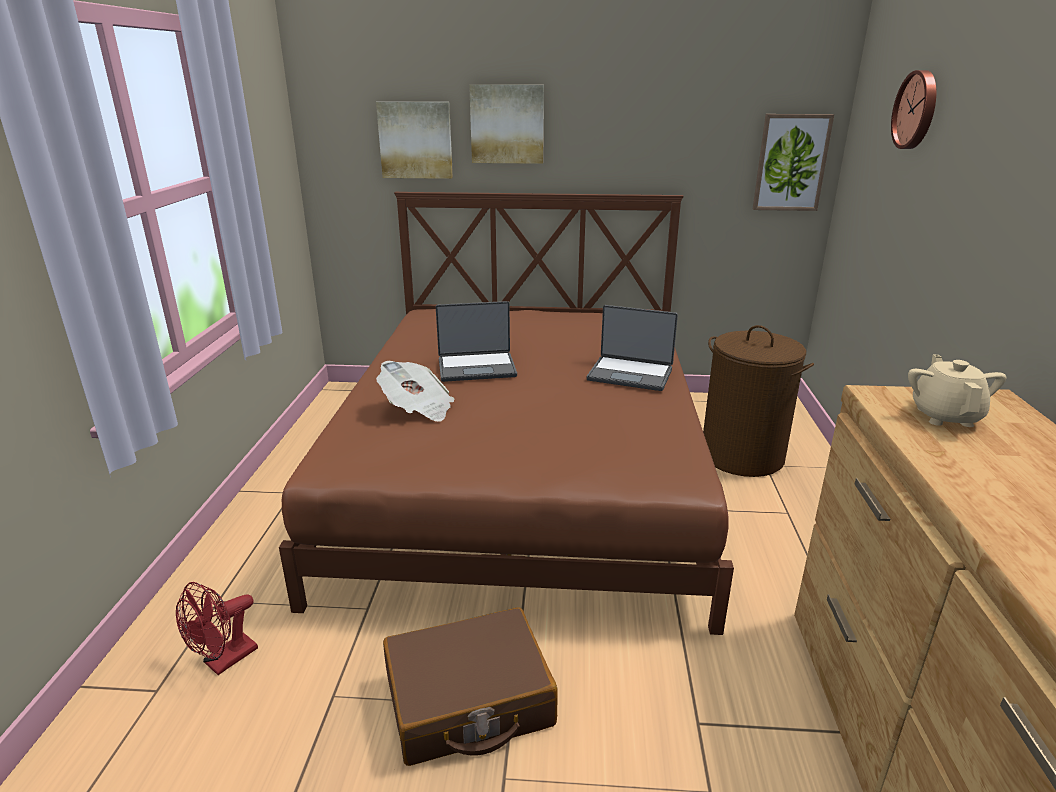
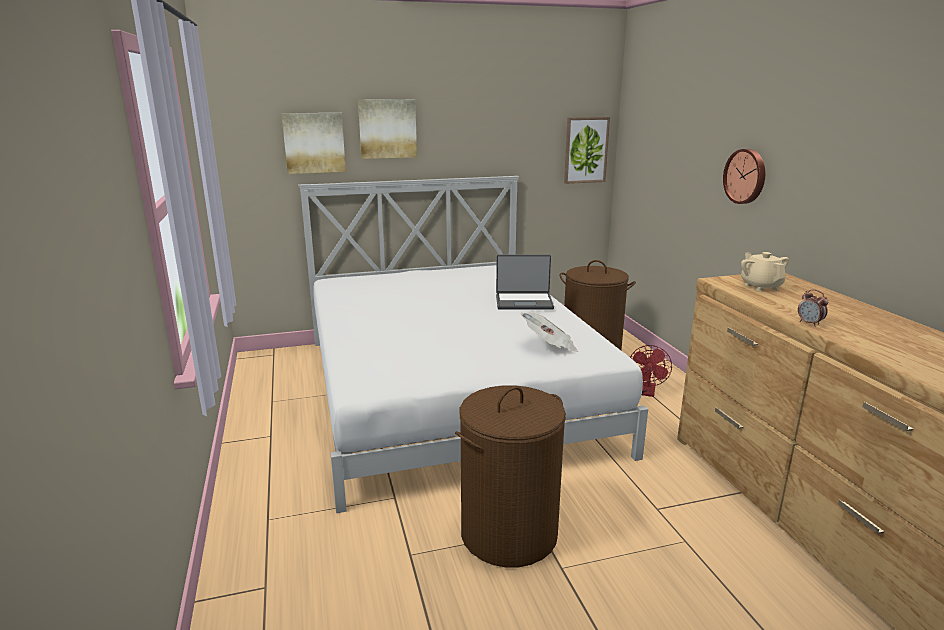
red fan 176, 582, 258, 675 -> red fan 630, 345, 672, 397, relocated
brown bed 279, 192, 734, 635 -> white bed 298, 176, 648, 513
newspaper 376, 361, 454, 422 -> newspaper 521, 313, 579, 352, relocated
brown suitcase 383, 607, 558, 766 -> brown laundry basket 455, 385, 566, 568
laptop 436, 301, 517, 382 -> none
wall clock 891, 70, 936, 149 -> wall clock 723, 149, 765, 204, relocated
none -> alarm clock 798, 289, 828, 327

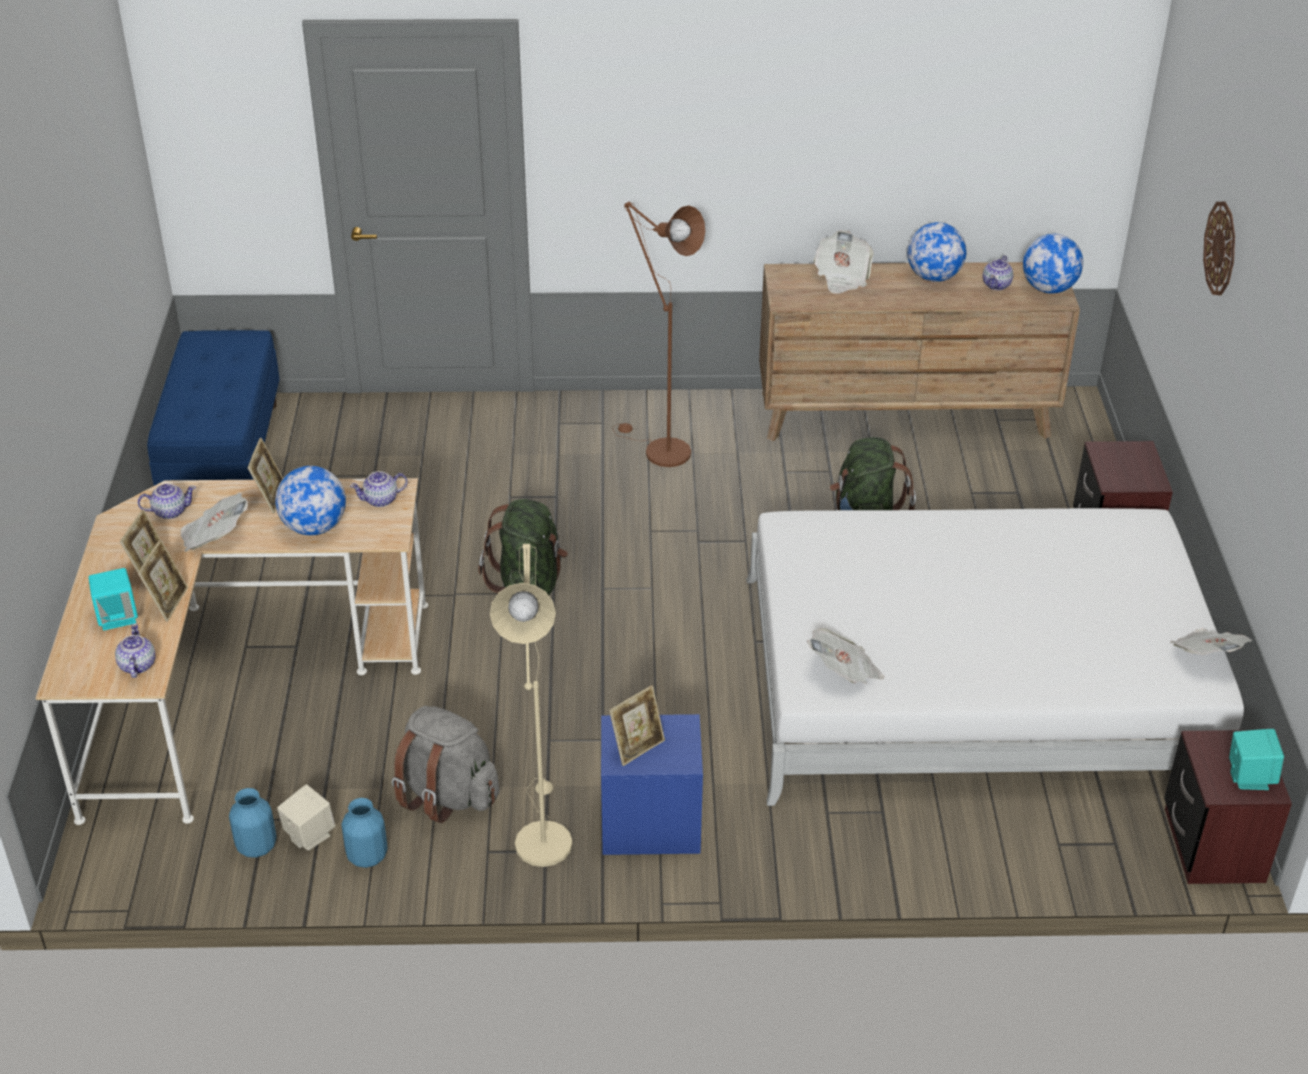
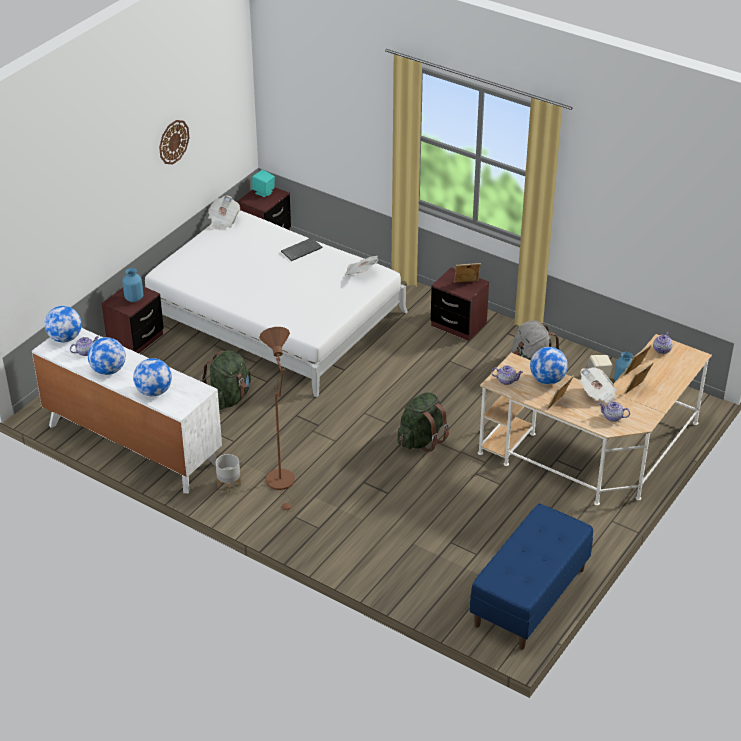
turquoise speaker 89, 568, 138, 630 -> none
blue vase 342, 798, 388, 868 -> blue vase 122, 268, 143, 302, relocated
beige floor lamp 490, 544, 572, 867 -> none
blue nightstand 601, 714, 703, 855 -> brown nightstand 431, 267, 489, 341
brown dresser 759, 262, 1080, 441 -> white dresser 32, 328, 222, 493
newspaper 813, 230, 874, 294 -> globe 133, 358, 172, 396
wall clock 1203, 202, 1235, 295 -> wall clock 159, 120, 189, 164, relocated
none -> grey planter 216, 454, 241, 494
none -> keyboard 281, 238, 323, 261

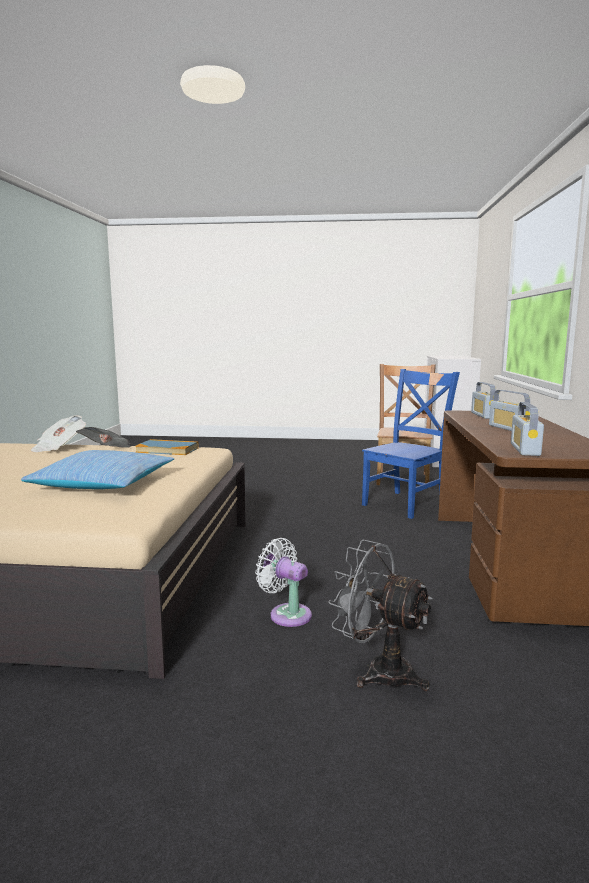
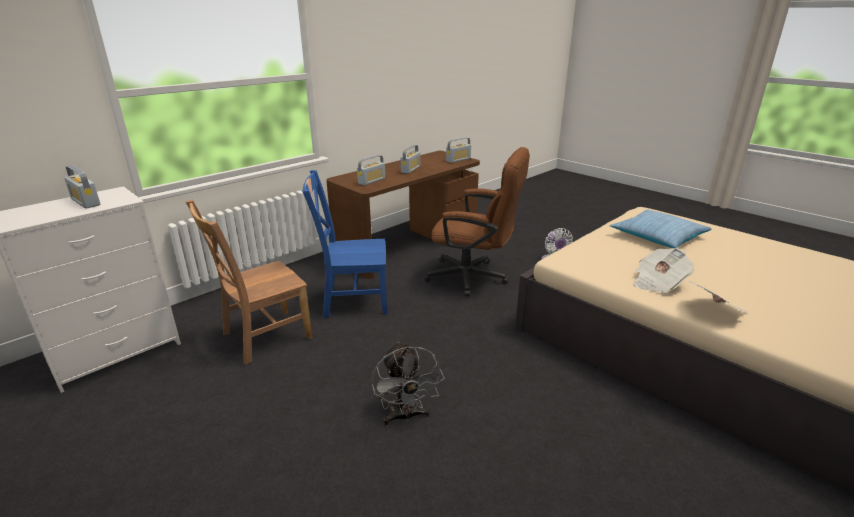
book 135, 439, 199, 455 -> none
grey fan 328, 539, 433, 691 -> grey fan 371, 342, 445, 425, relocated
none -> radio 64, 165, 100, 209
none -> brown office chair 424, 147, 530, 296

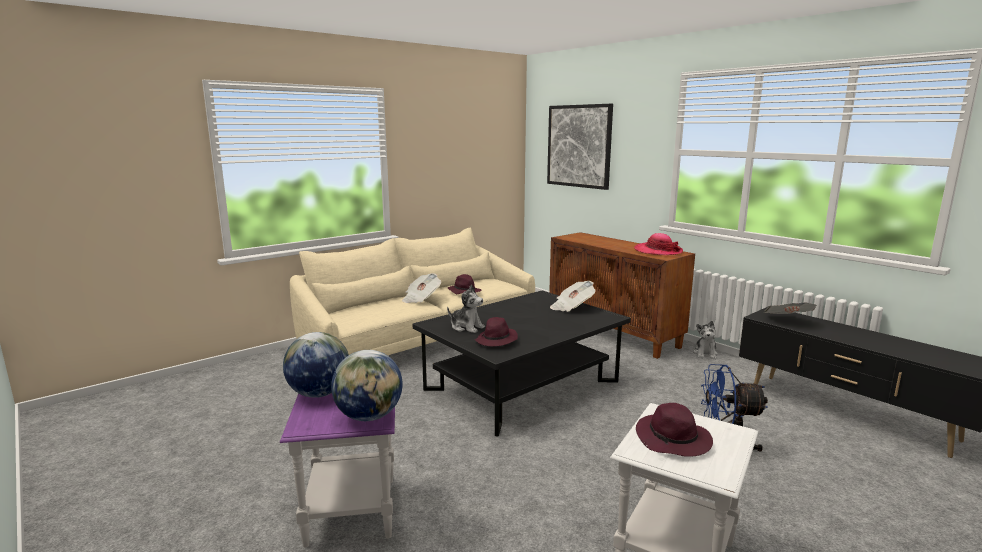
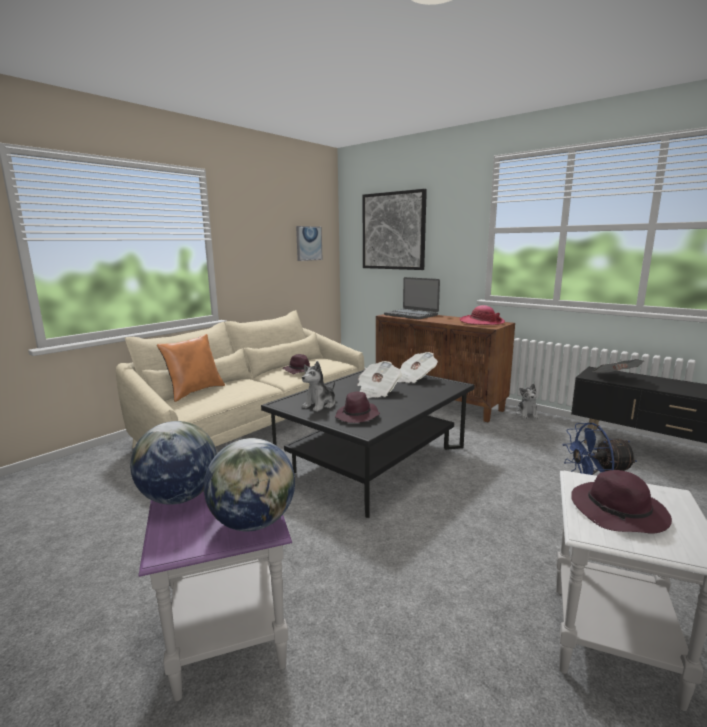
newspaper 402, 273, 441, 303 -> newspaper 357, 361, 402, 398, relocated
plush toy 447, 284, 485, 333 -> plush toy 301, 361, 335, 412, 105 degrees clockwise
none -> orange pillow 157, 334, 225, 402
none -> picture 296, 226, 323, 261
none -> laptop 384, 277, 440, 319

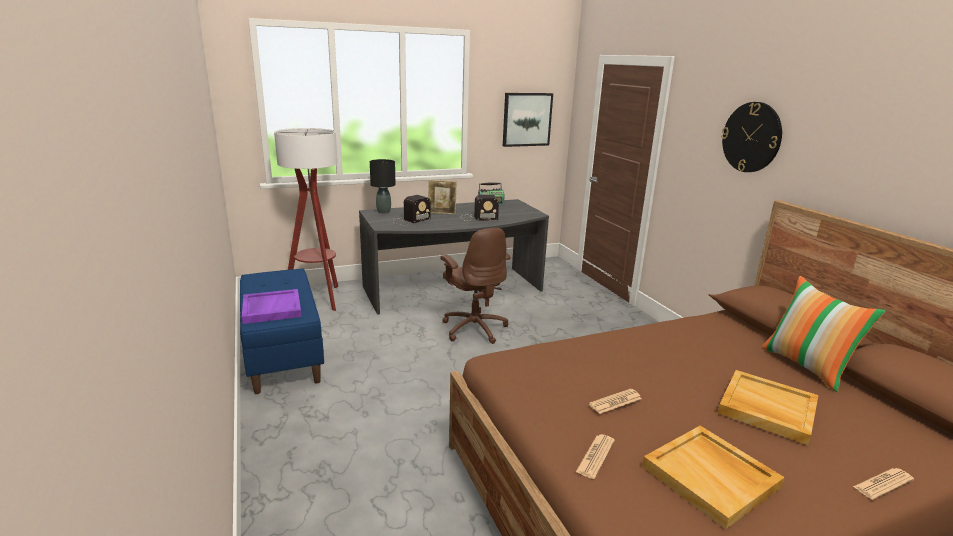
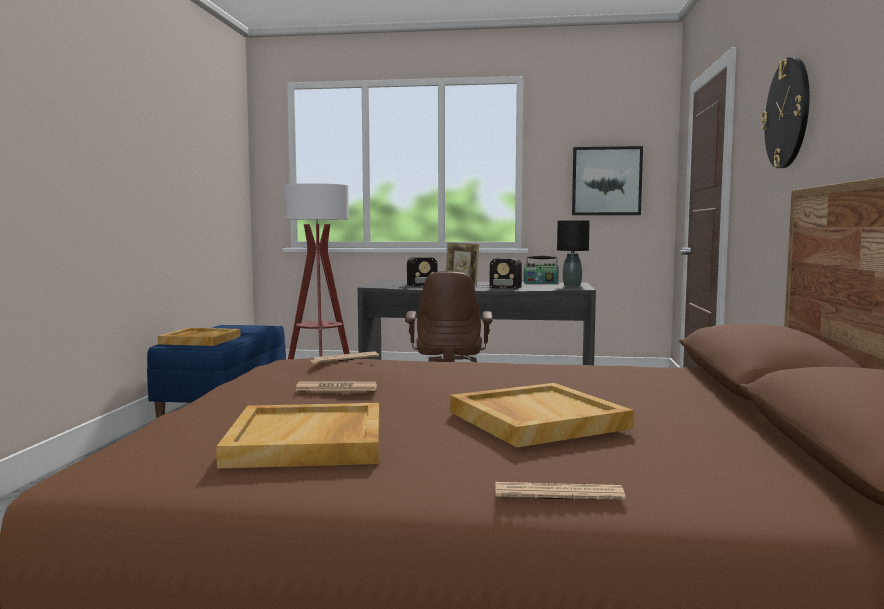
purple tray 242, 289, 302, 324 -> beige tray 158, 328, 241, 346
black table lamp 370, 159, 396, 214 -> black table lamp 557, 220, 590, 287, relocated
newspaper 576, 434, 615, 479 -> newspaper 310, 351, 379, 364, relocated
pillow 762, 276, 885, 392 -> none

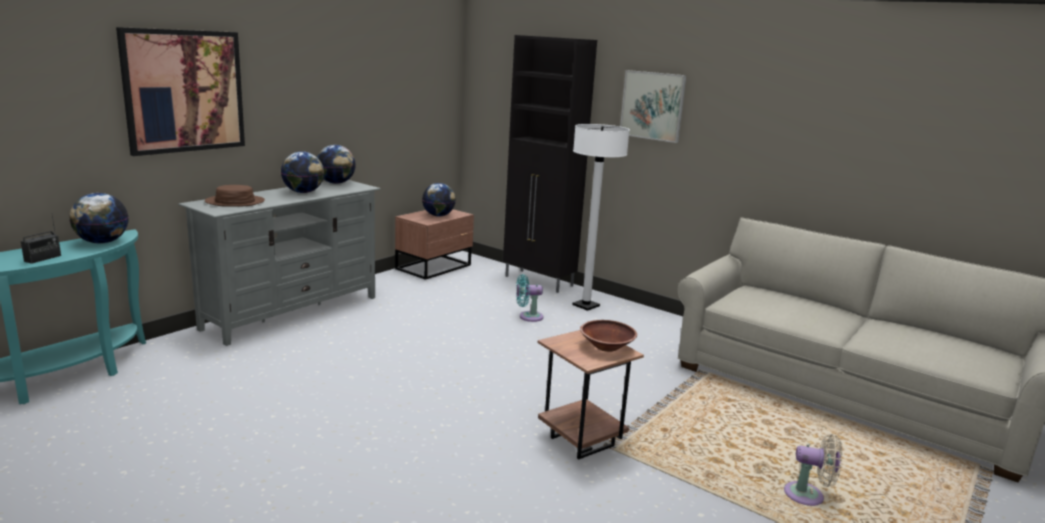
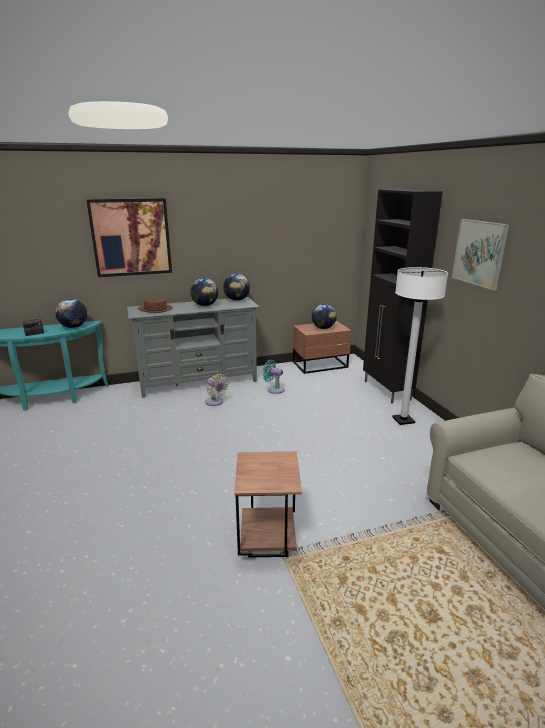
turquoise fan 516, 274, 544, 322 -> turquoise fan 262, 360, 284, 394, relocated
brown bowl 580, 320, 637, 352 -> none
beige fan 784, 434, 842, 506 -> beige fan 205, 374, 228, 406, relocated

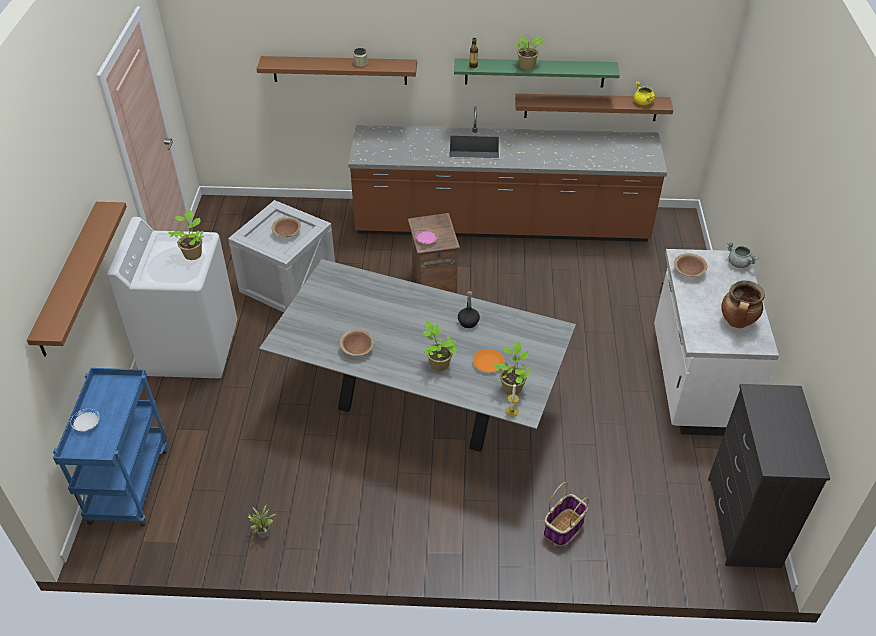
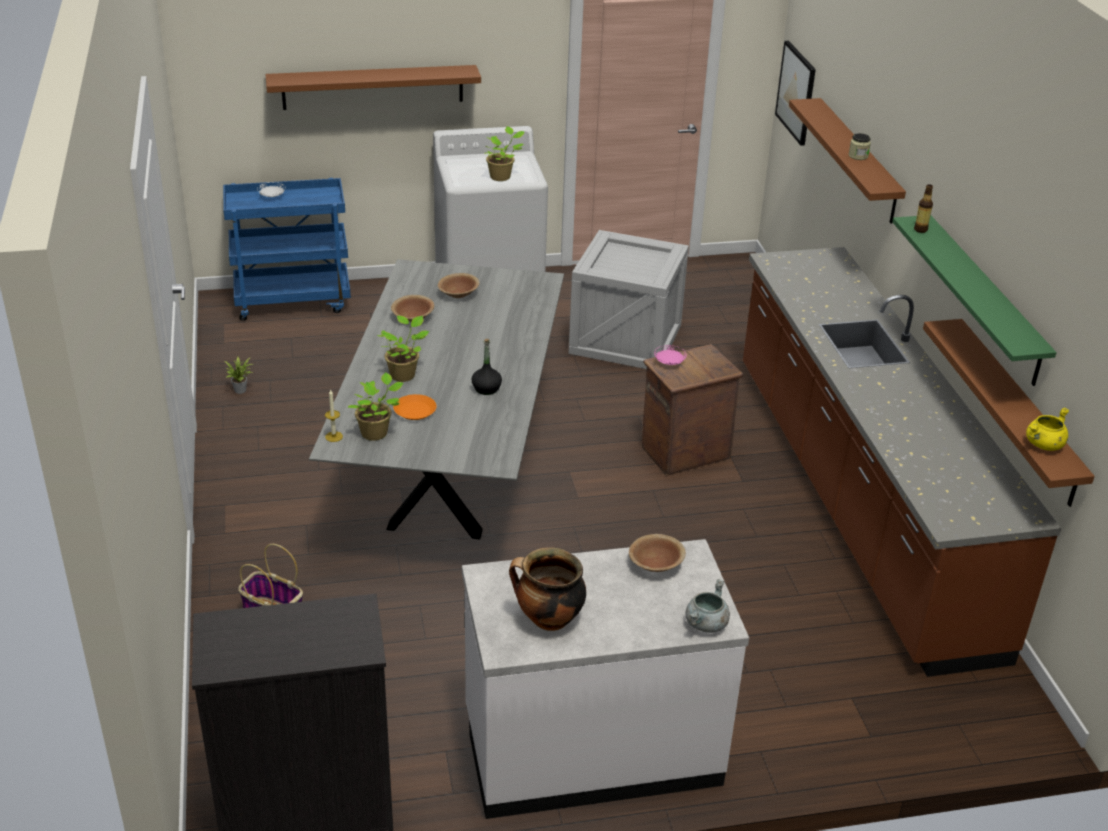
brown bowl 271, 217, 301, 237 -> brown bowl 438, 273, 480, 298, relocated
potted plant 515, 36, 545, 70 -> none
none -> picture 775, 40, 816, 146

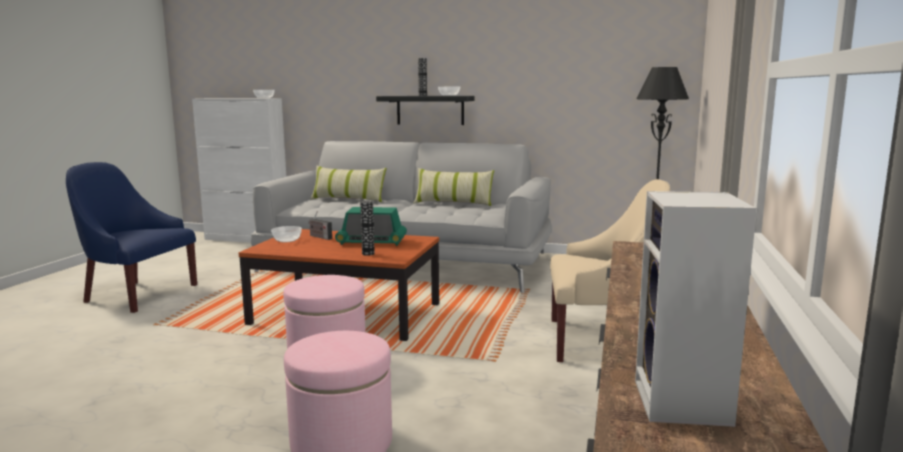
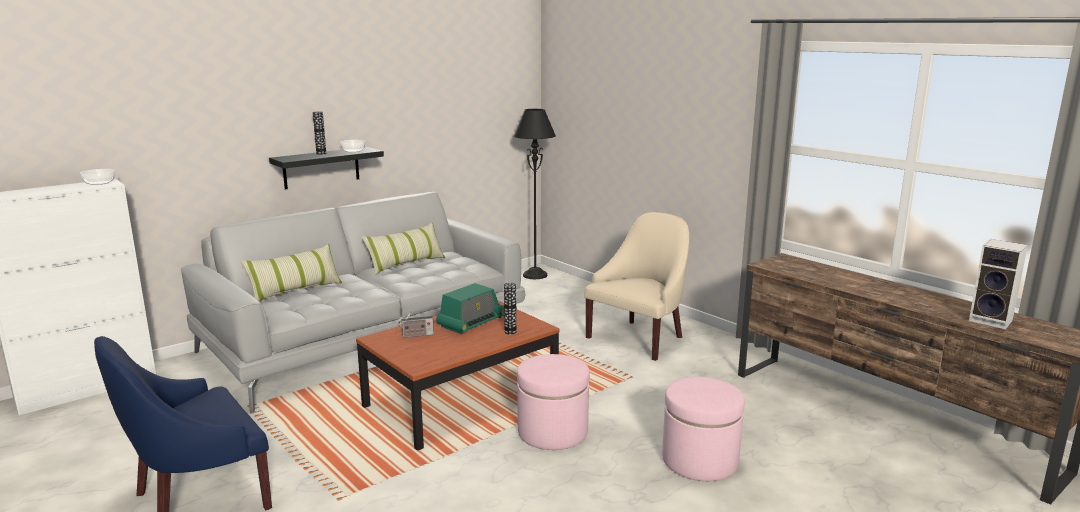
bowl 271, 226, 302, 242 -> none

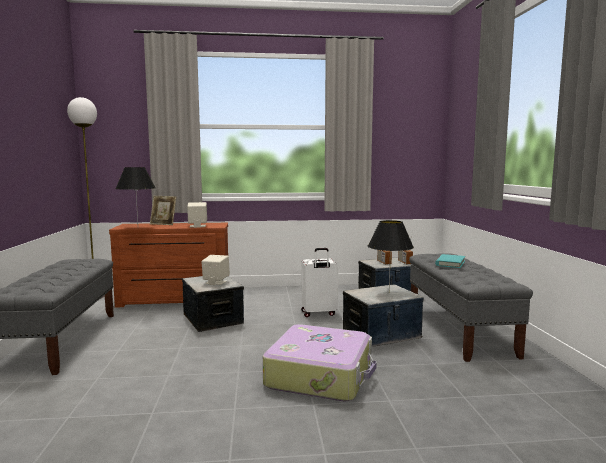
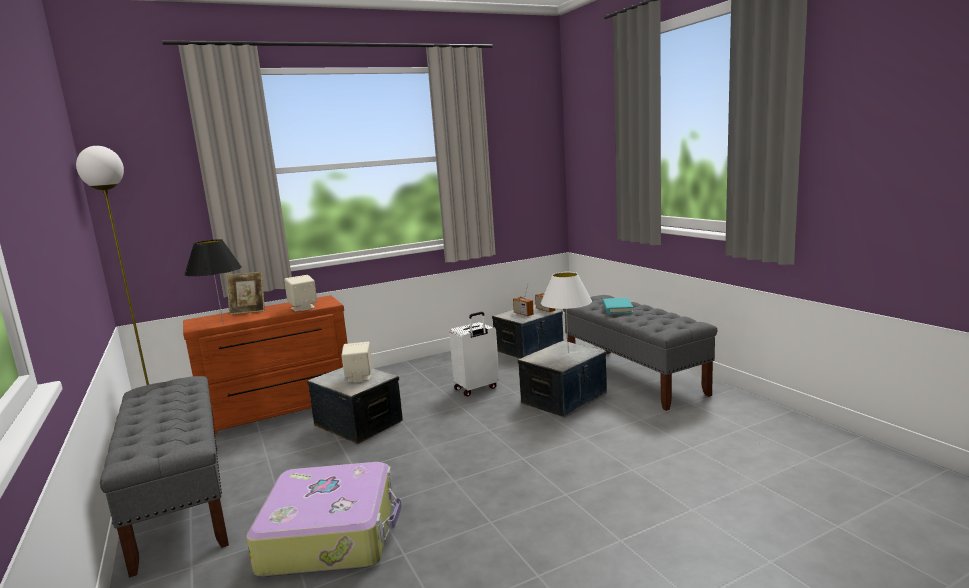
suitcase 263, 324, 377, 402 -> suitcase 246, 462, 402, 577, relocated
black table lamp 368, 220, 414, 291 -> white table lamp 541, 272, 592, 353

